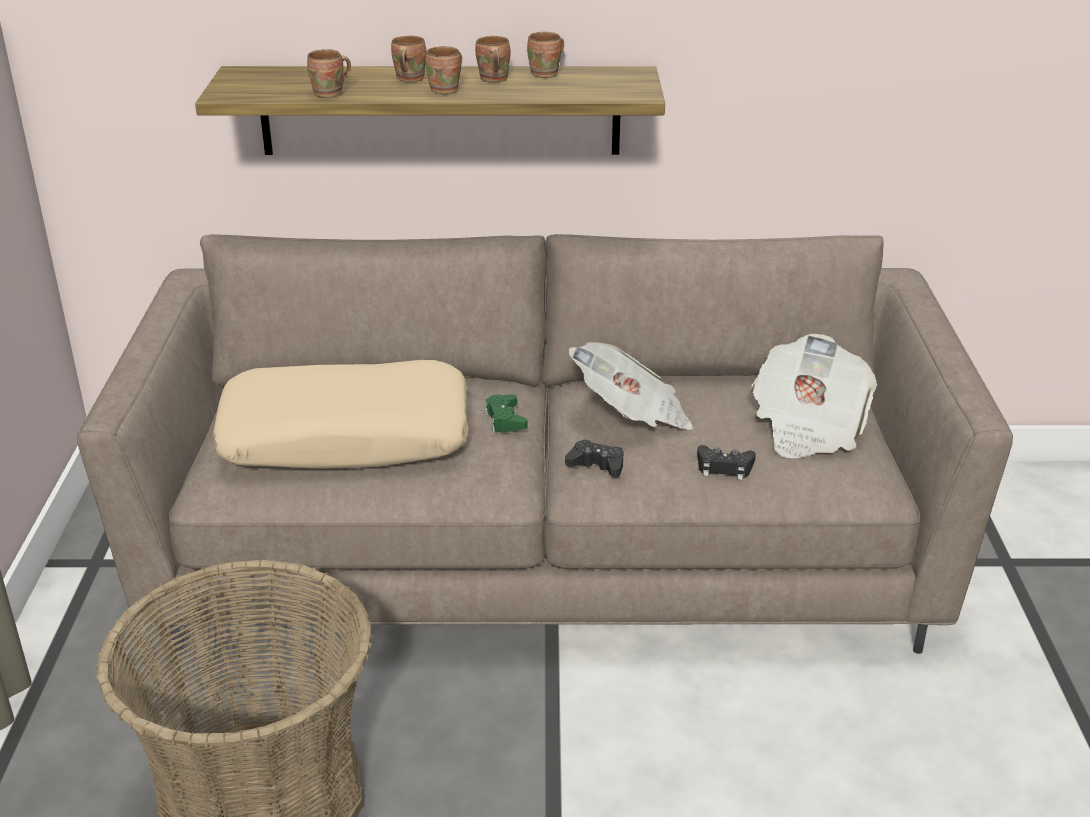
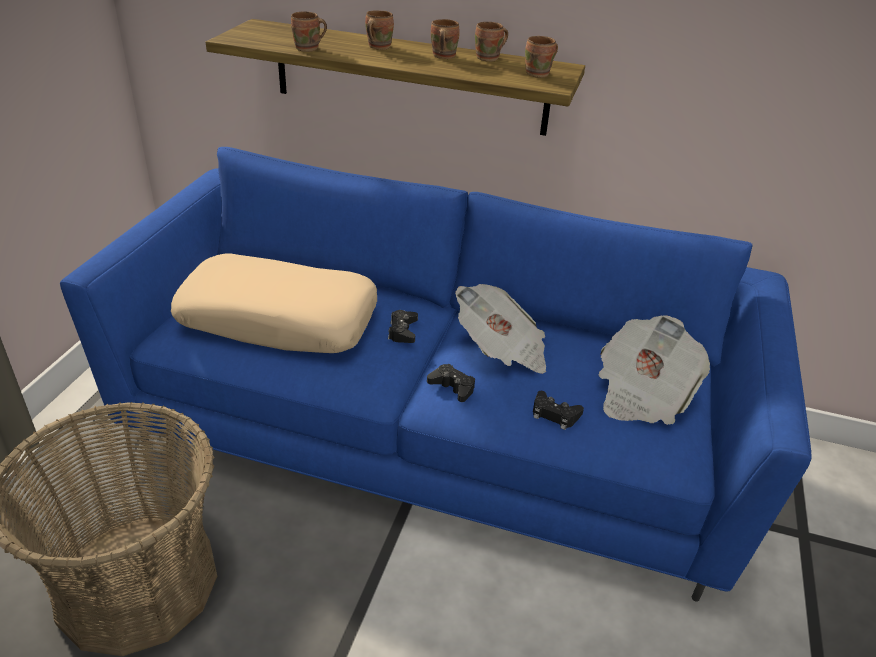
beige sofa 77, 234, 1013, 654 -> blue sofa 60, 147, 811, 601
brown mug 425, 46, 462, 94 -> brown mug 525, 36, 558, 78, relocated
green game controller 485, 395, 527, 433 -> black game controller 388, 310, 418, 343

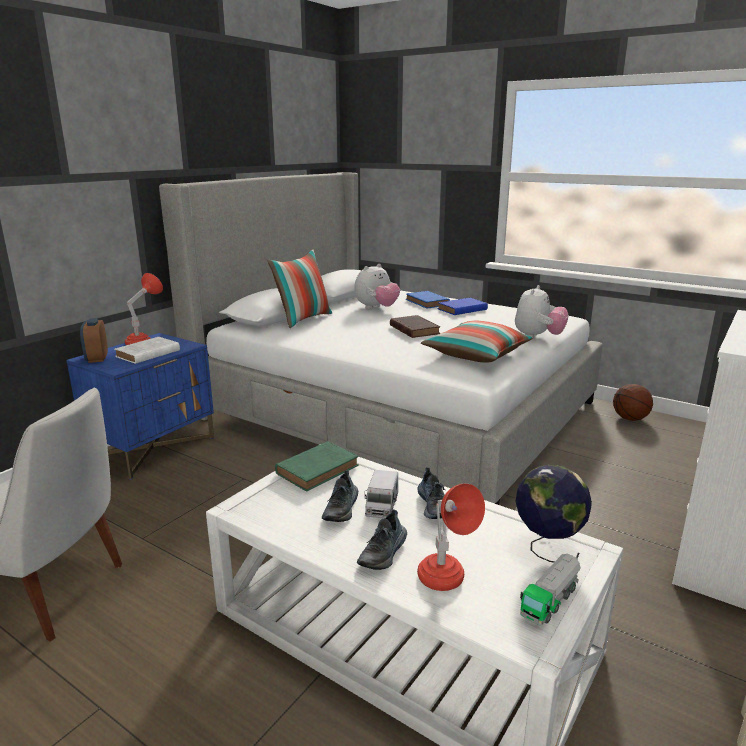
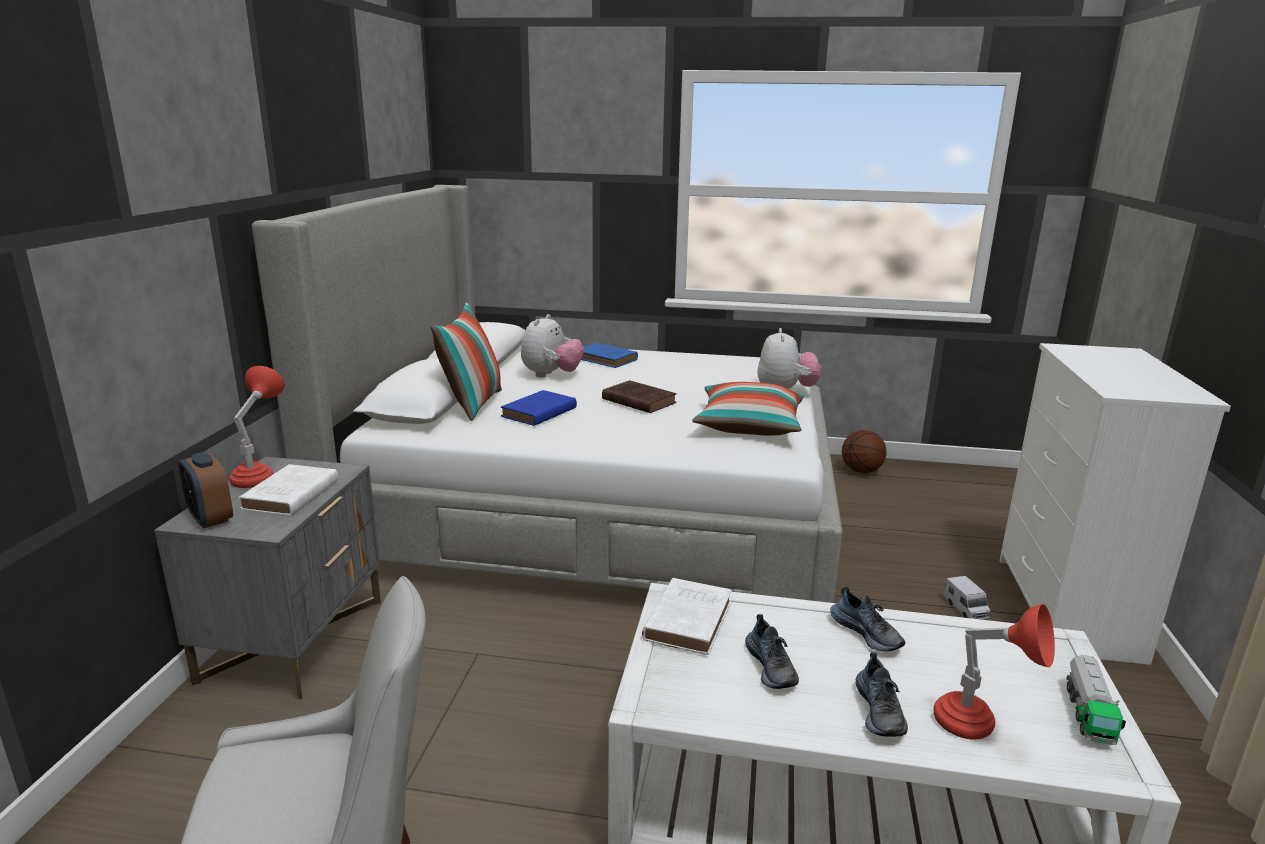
blue nightstand 66, 333, 214, 480 -> grey nightstand 154, 457, 381, 700
green book 275, 441, 359, 491 -> white book 642, 578, 732, 655
toy truck 365, 470, 398, 519 -> toy truck 943, 576, 991, 620, relocated
blue book 438, 298, 488, 315 -> blue book 501, 390, 577, 426, relocated
globe 515, 465, 592, 563 -> none

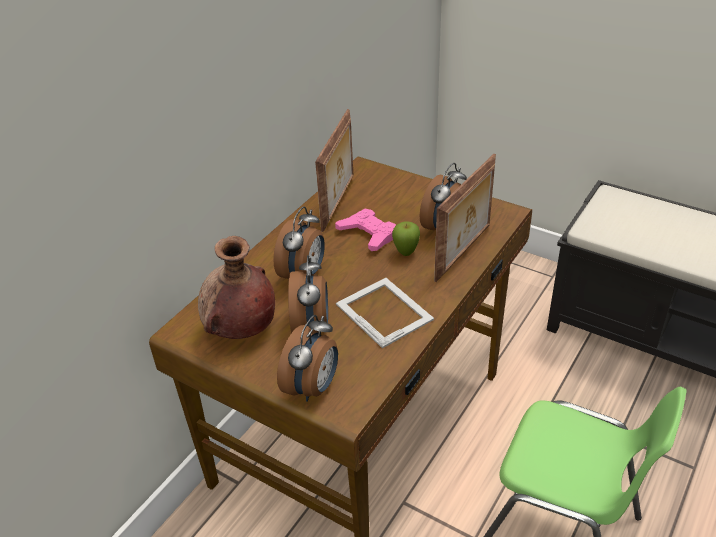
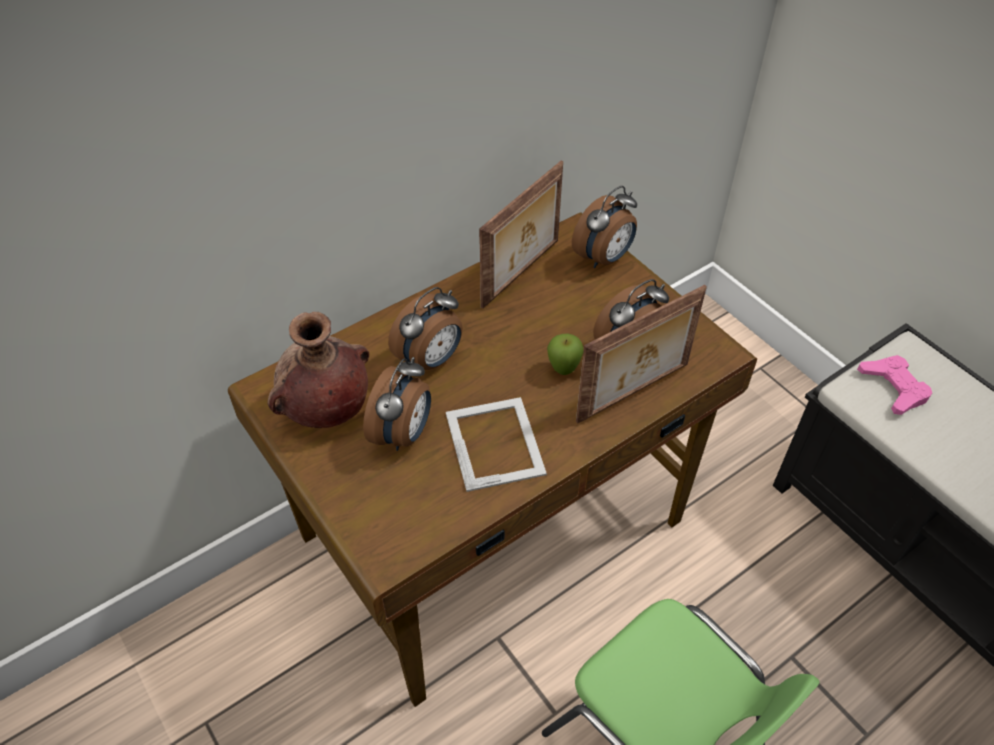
alarm clock 277, 315, 338, 402 -> alarm clock 572, 186, 637, 268, relocated
pink game controller 335, 209, 396, 251 -> pink game controller 857, 355, 932, 415, relocated

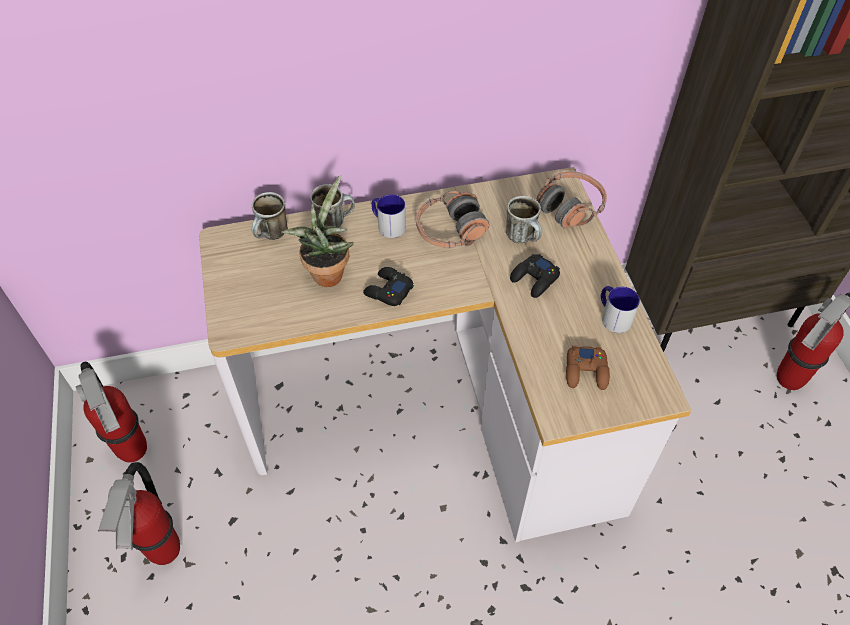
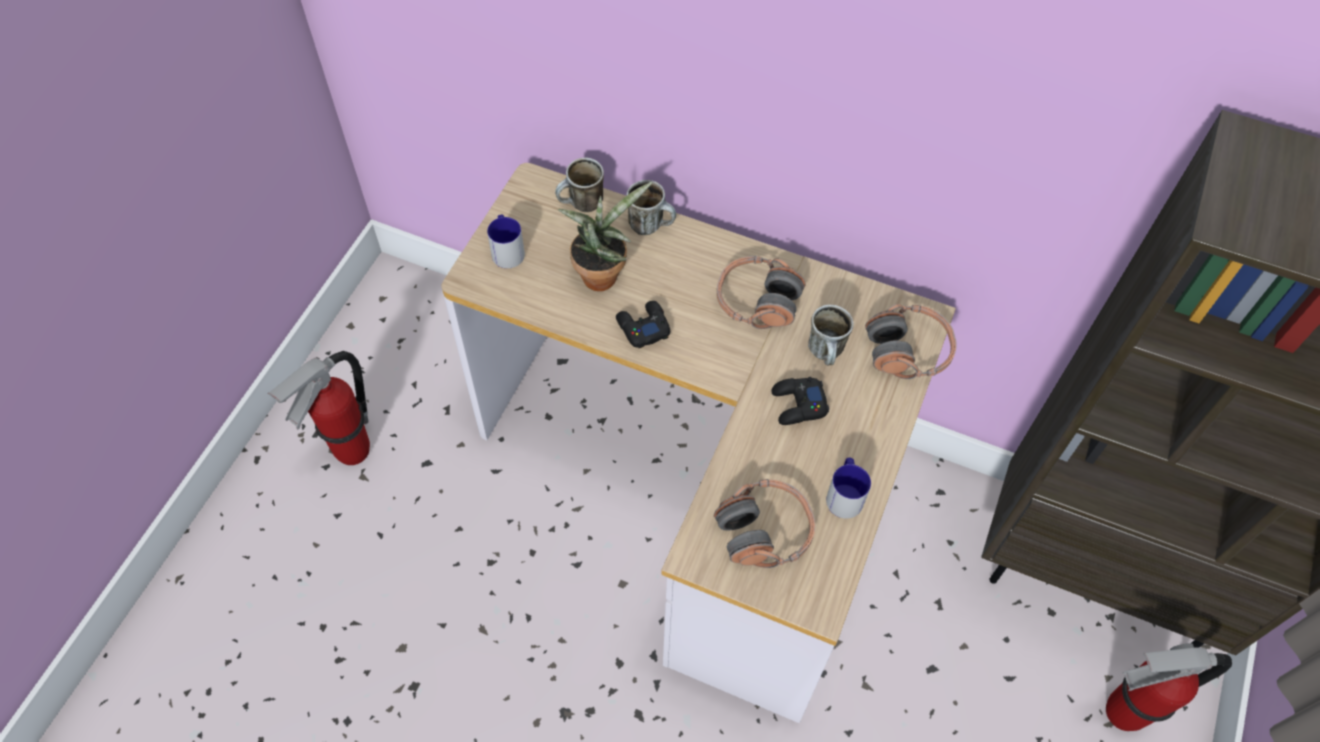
fire extinguisher 76, 362, 147, 463 -> none
mug 371, 194, 406, 238 -> mug 487, 215, 525, 268, relocated
brown game controller 566, 346, 610, 390 -> headphones 714, 479, 815, 568

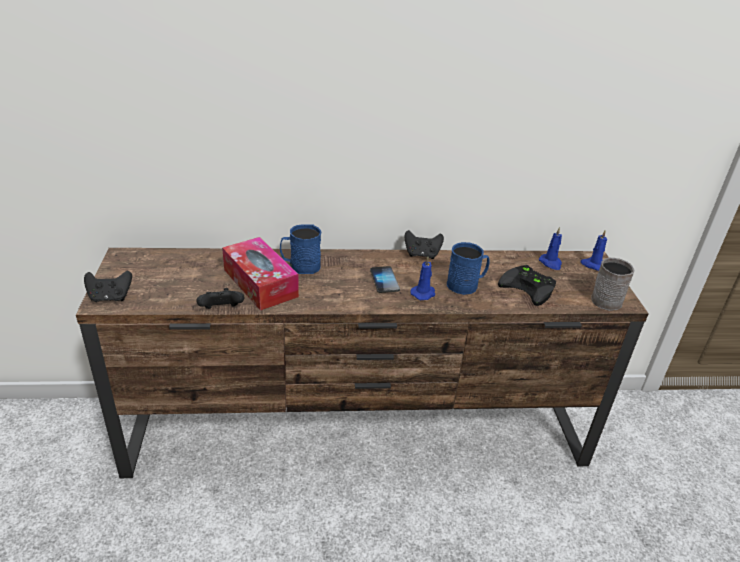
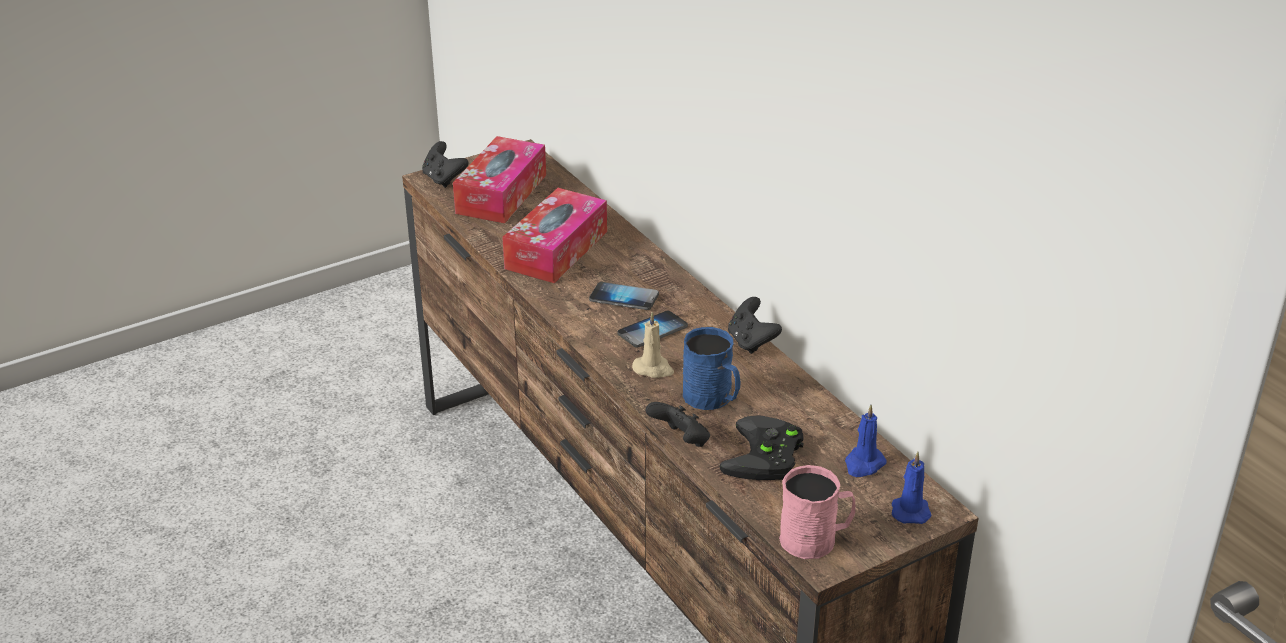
black game controller 197, 288, 244, 309 -> black game controller 646, 402, 710, 447, relocated
blue mug 280, 225, 321, 274 -> none
blue candle 411, 257, 435, 300 -> beige candle 632, 312, 674, 378
grey mug 591, 258, 634, 311 -> pink mug 779, 465, 856, 559
none -> tissue box 453, 136, 546, 223
none -> phone 589, 282, 659, 310

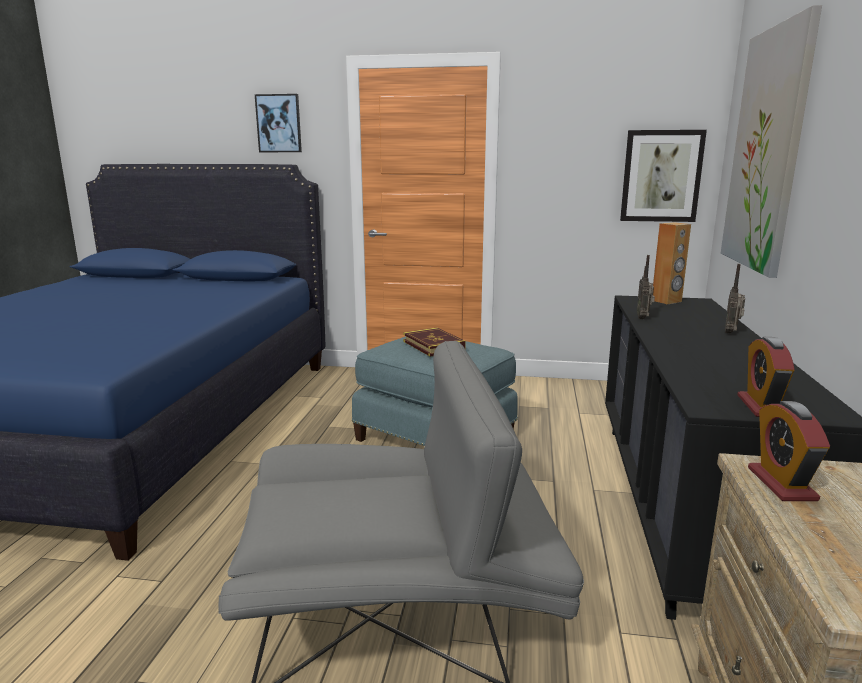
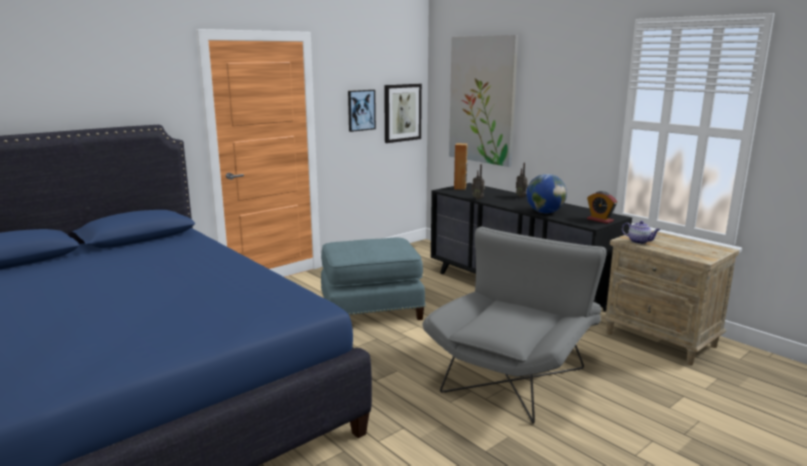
picture 255, 94, 302, 152 -> picture 348, 90, 376, 132, relocated
book 403, 327, 466, 357 -> none
alarm clock 748, 401, 830, 501 -> teapot 622, 221, 660, 244
none -> globe 526, 174, 567, 213

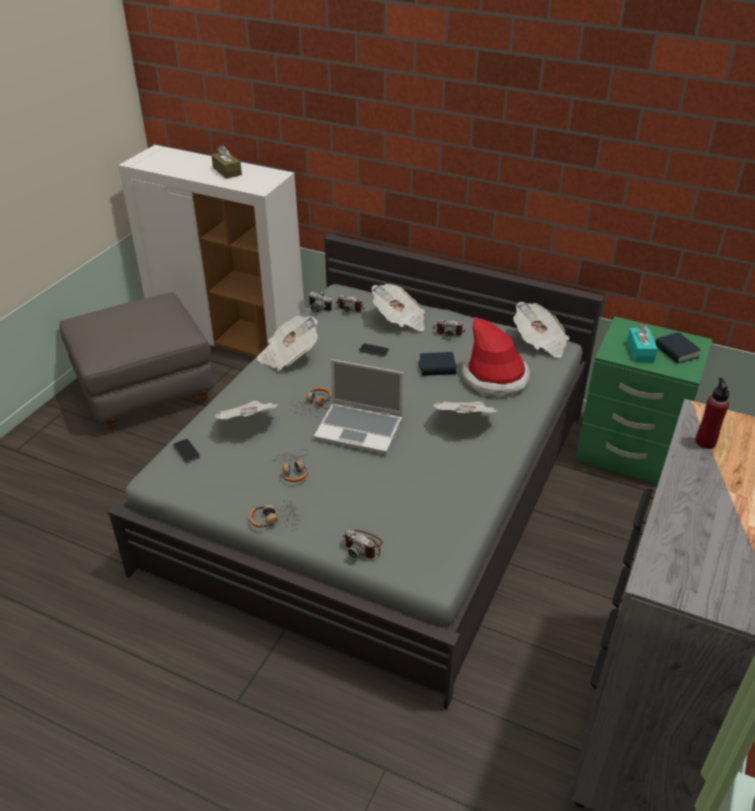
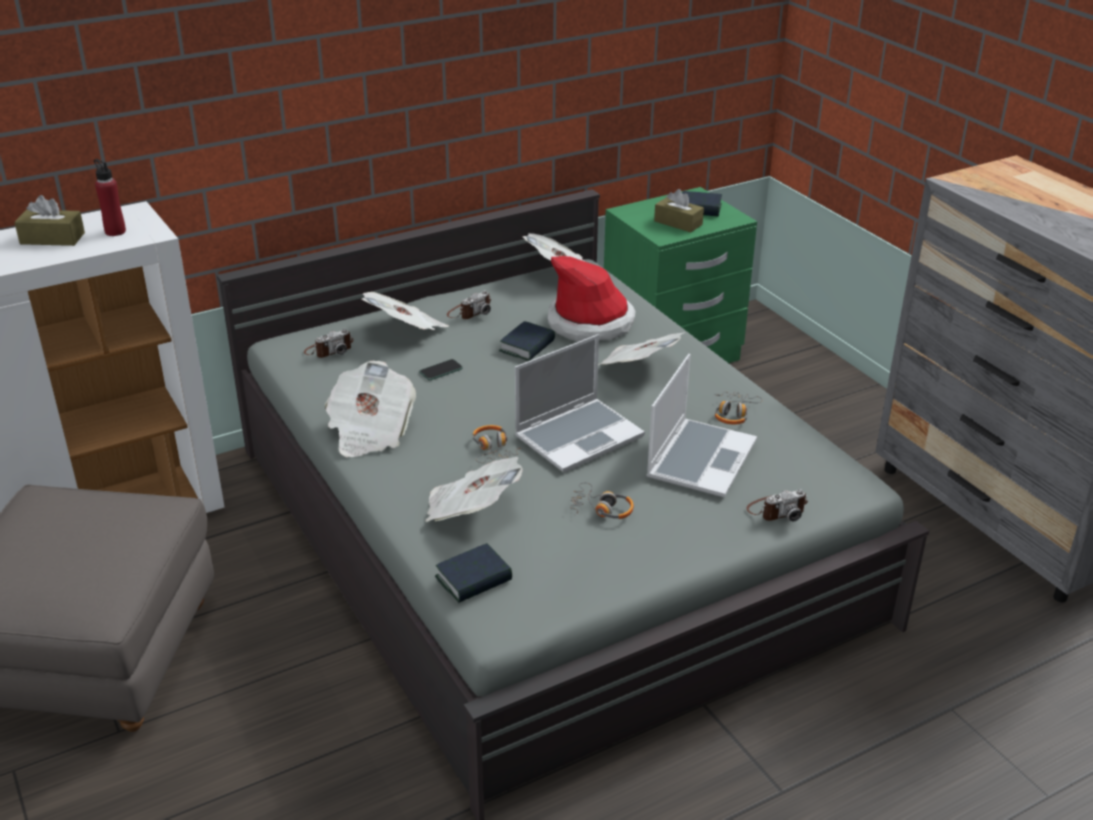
phone 173, 439, 200, 463 -> book 435, 543, 512, 603
headphones 250, 498, 300, 528 -> headphones 714, 392, 762, 424, relocated
photo camera 309, 292, 332, 313 -> none
turquoise tissue box 627, 324, 658, 362 -> brown tissue box 654, 189, 704, 232
red bottle 695, 378, 729, 449 -> red bottle 94, 159, 126, 236, relocated
none -> laptop 646, 354, 757, 498

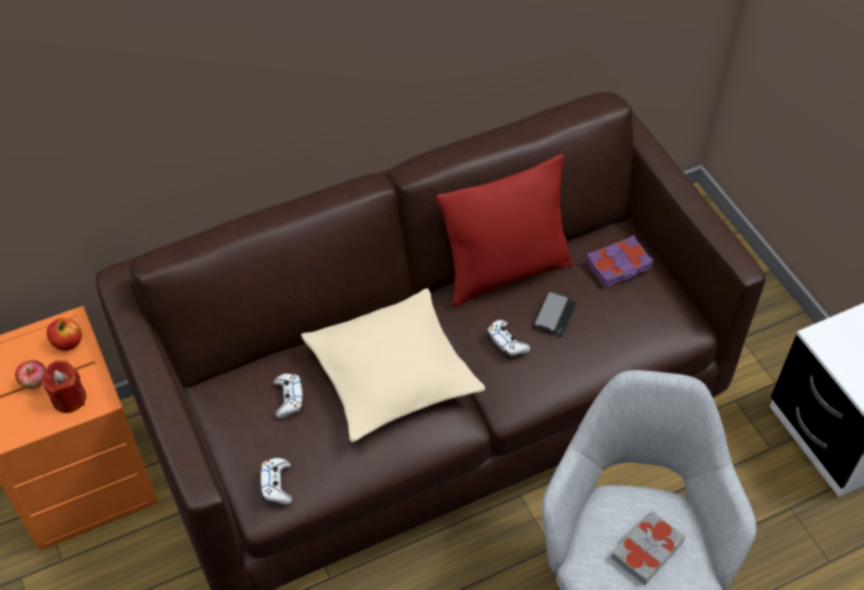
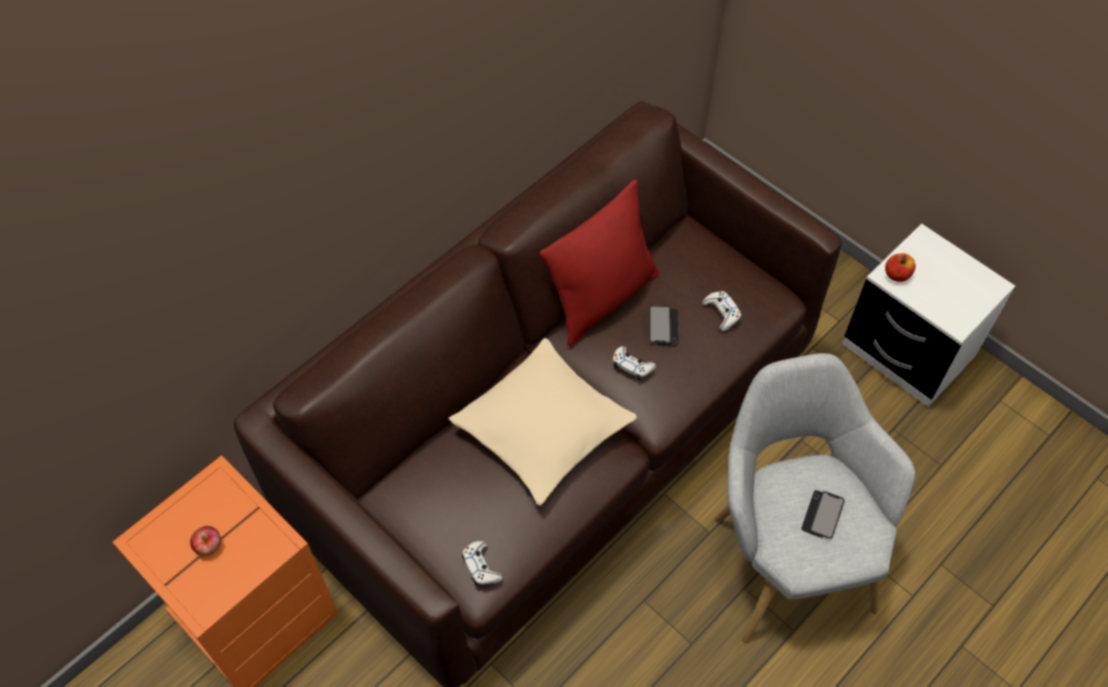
red candle 41, 360, 86, 413 -> none
apple 46, 318, 82, 351 -> apple 885, 253, 916, 282, relocated
white game controller 273, 374, 304, 418 -> white game controller 702, 291, 741, 331, relocated
purple book 586, 235, 654, 288 -> none
grey book 611, 510, 685, 585 -> phone 801, 490, 845, 539

